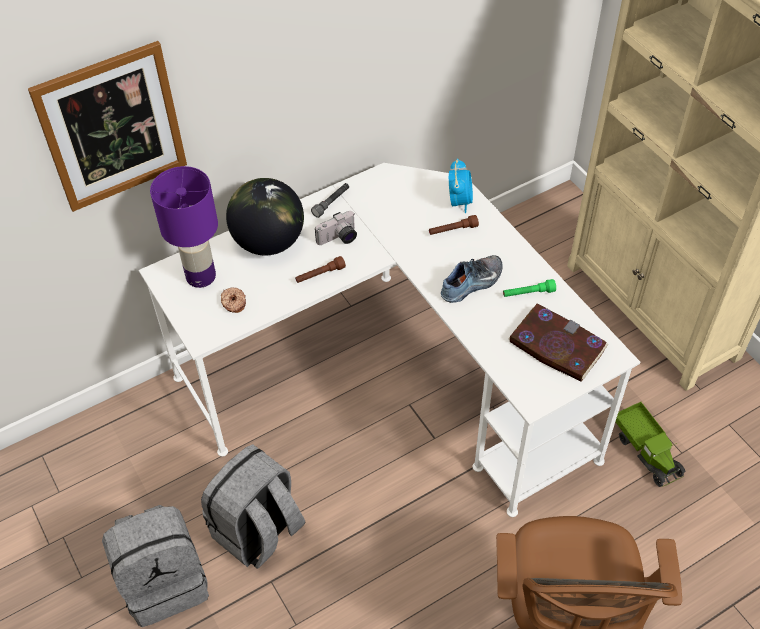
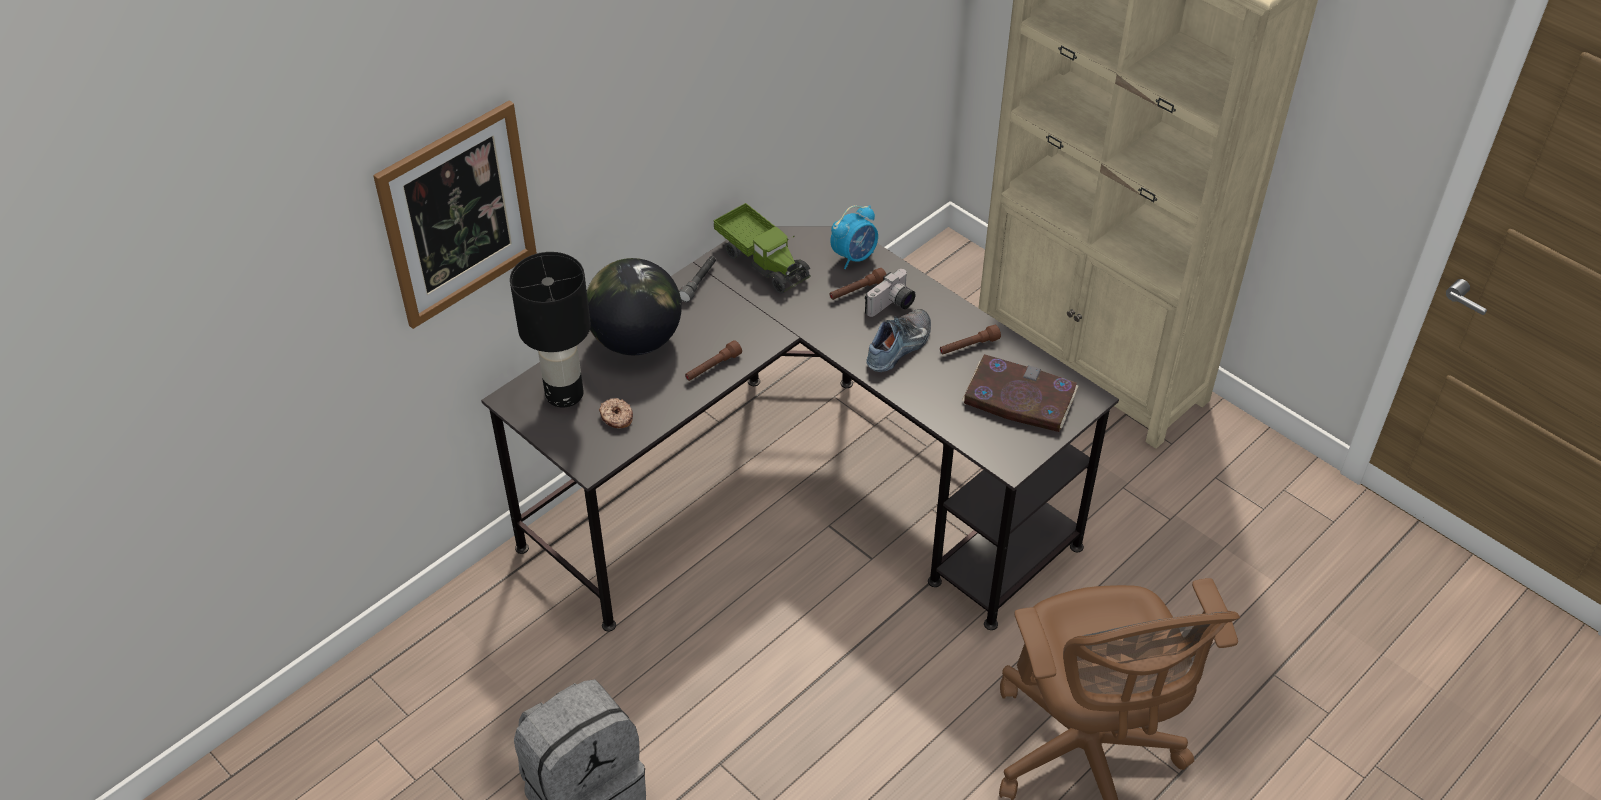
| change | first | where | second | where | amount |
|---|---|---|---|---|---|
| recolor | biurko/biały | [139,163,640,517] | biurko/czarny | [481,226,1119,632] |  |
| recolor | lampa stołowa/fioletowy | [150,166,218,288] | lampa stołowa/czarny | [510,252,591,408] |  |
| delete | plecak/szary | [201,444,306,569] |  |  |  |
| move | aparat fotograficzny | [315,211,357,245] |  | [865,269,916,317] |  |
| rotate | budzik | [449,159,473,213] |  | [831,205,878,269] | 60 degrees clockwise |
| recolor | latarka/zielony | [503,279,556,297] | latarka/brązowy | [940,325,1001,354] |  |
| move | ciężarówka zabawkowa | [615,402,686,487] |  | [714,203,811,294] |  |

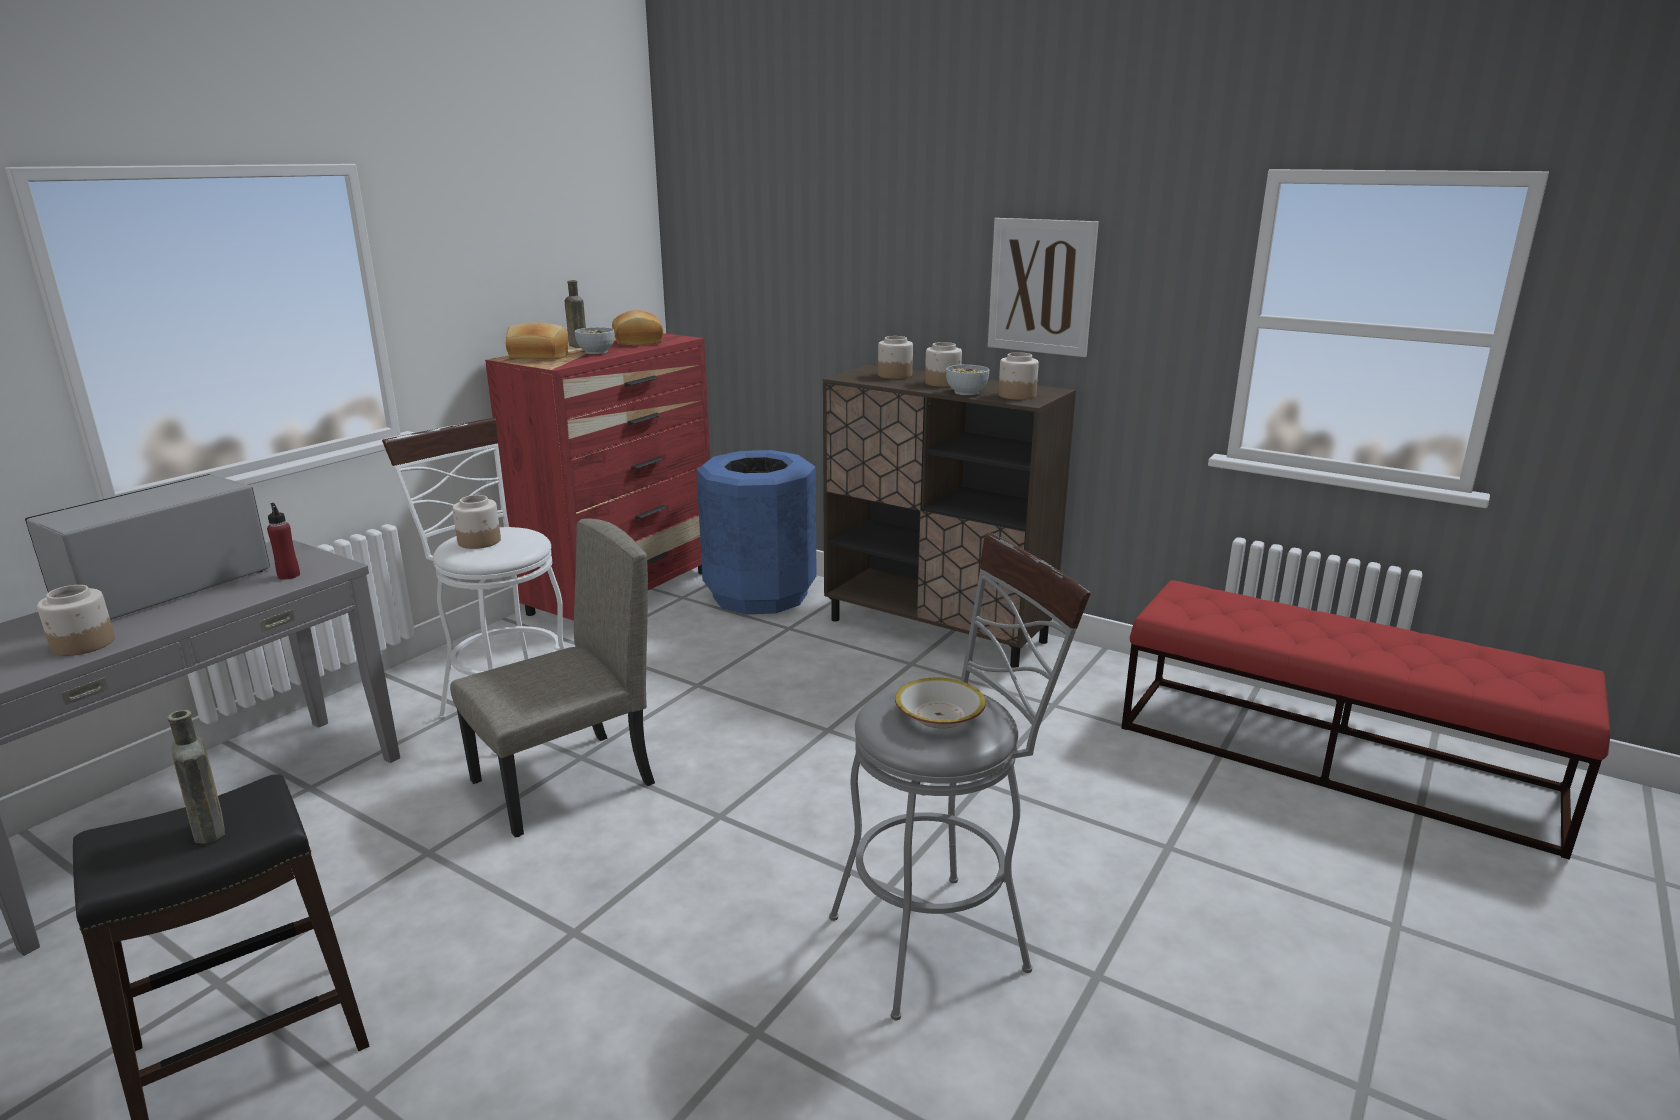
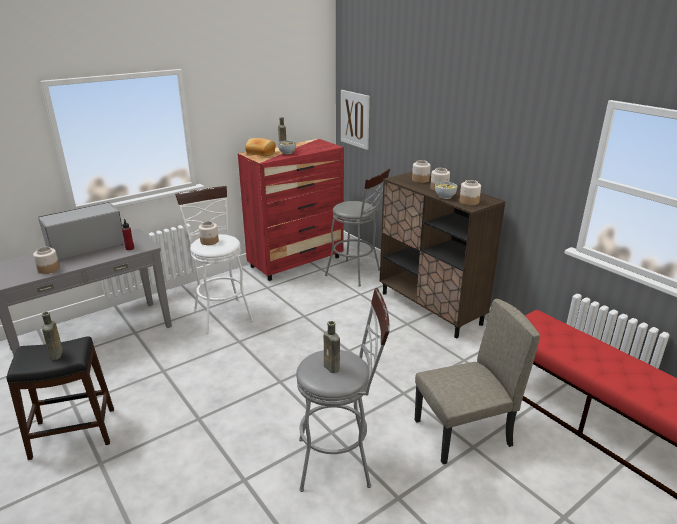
| change | first | where | second | where | amount |
|---|---|---|---|---|---|
| move | krzesło/beżowy | [450,518,655,838] |  | [415,299,540,464] |  |
| delete | chleb | [612,309,663,346] |  |  |  |
| replace | kosz na śmieci/niebieski | [697,450,817,615] | stołek/szary | [325,168,391,287] |  |
| replace | miska | [895,677,986,728] | butelka/brązowy | [324,321,340,373] |  |
| move | obraz | [988,218,1099,357] |  | [341,90,370,150] |  |

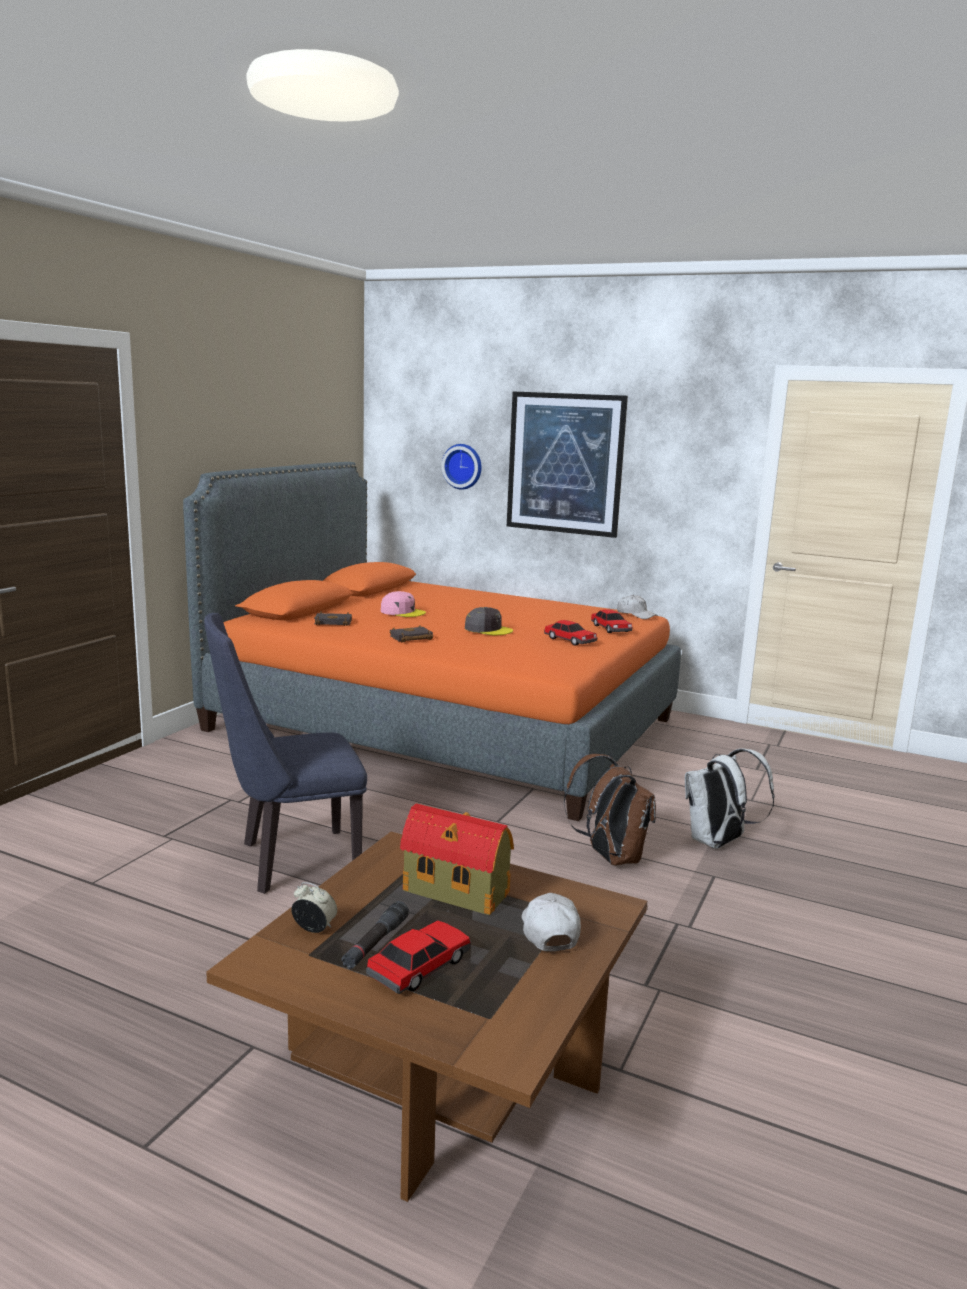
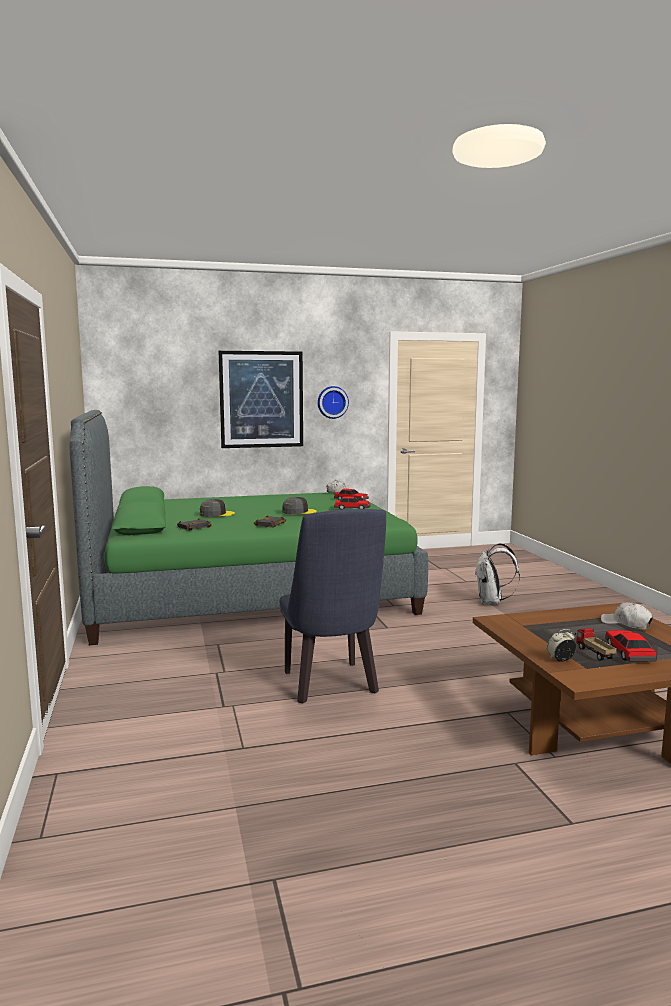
| change | first | where | second | where | amount |
|---|---|---|---|---|---|
| recolor | łóżko/pomarańczowy | [183,462,681,821] | łóżko/zielony | [69,410,428,645] |  |
| rotate | krzesło/niebieski | [204,613,367,894] |  | [280,509,386,703] | 45 degrees counterclockwise |
| replace | latarka/czarny | [341,901,409,969] | ciężarówka zabawkowa | [575,628,617,660] |  |
| recolor | czapka z daszkiem/różowy | [381,591,426,617] | czapka z daszkiem/szary | [200,499,235,517] |  |
| delete | domek | [400,803,514,915] |  |  |  |
| move | zegar ścienny | [442,444,482,490] |  | [318,386,349,419] |  |
| delete | plecak/brązowy | [564,754,656,865] |  |  |  |

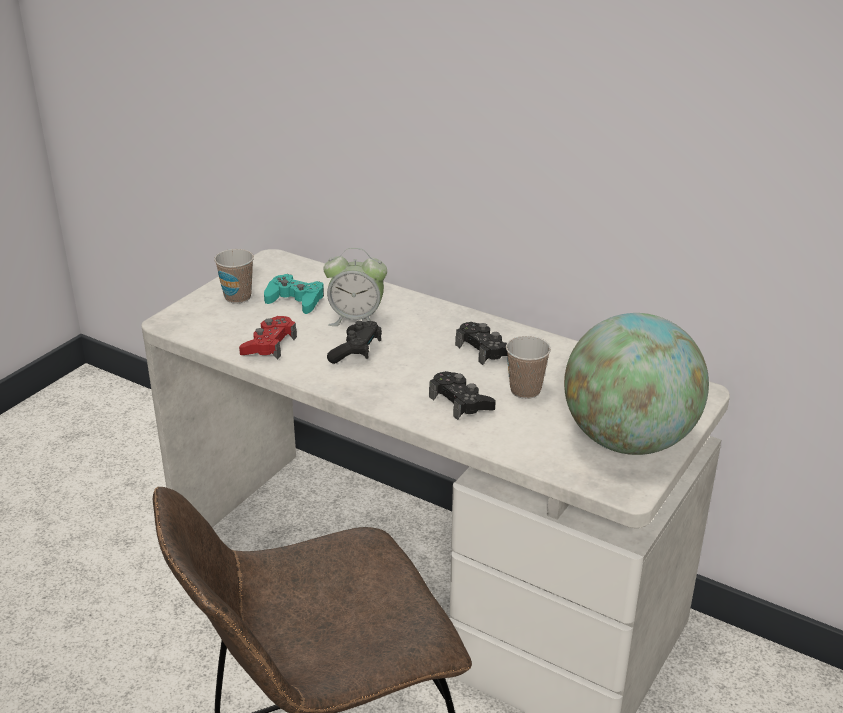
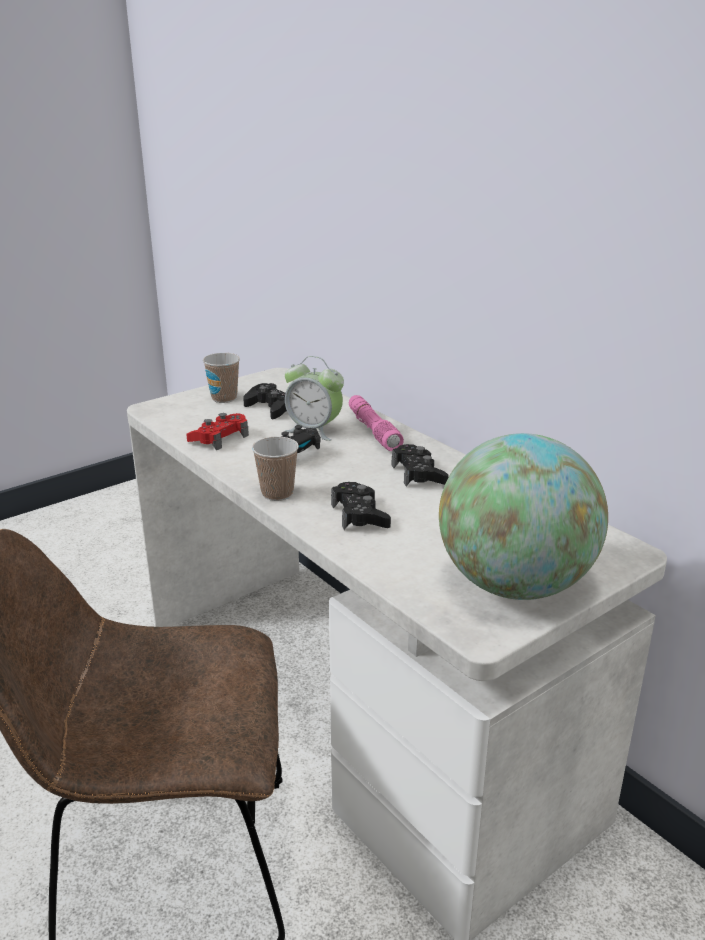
| change | first | where | second | where | amount |
|---|---|---|---|---|---|
| recolor | pad do gier/turkusowy | [264,274,324,314] | pad do gier/czarny | [243,383,287,419] |  |
| move | filiżanka | [506,336,551,399] |  | [252,437,299,501] |  |
| insert |  |  | latarka/różowy | [349,395,404,451] |  |

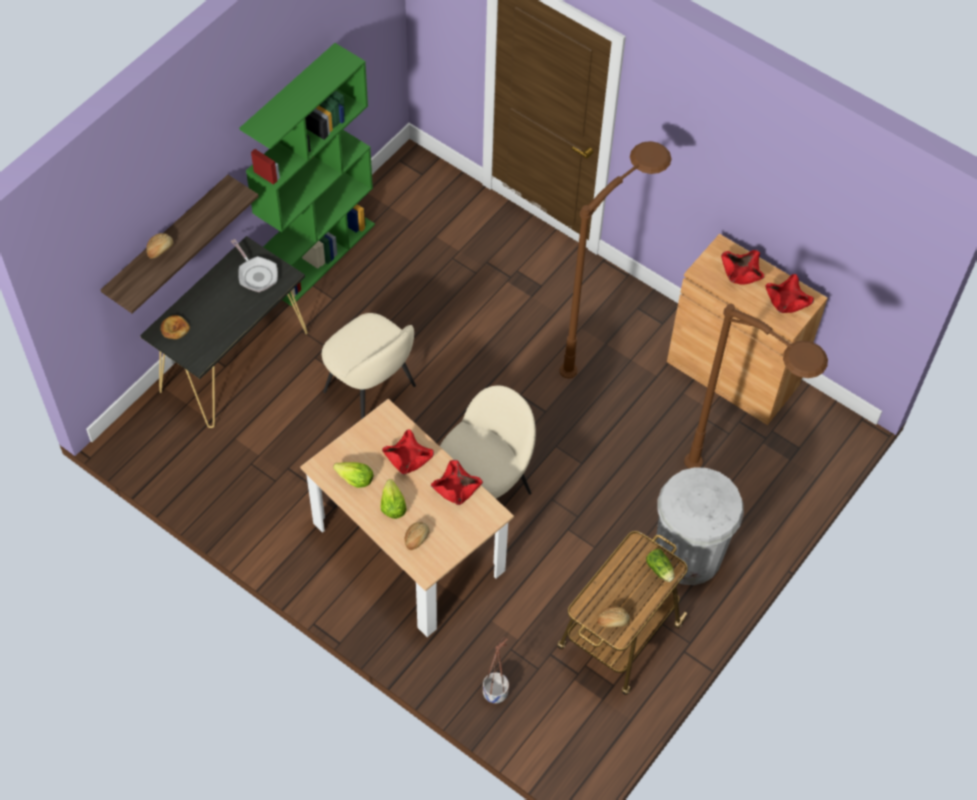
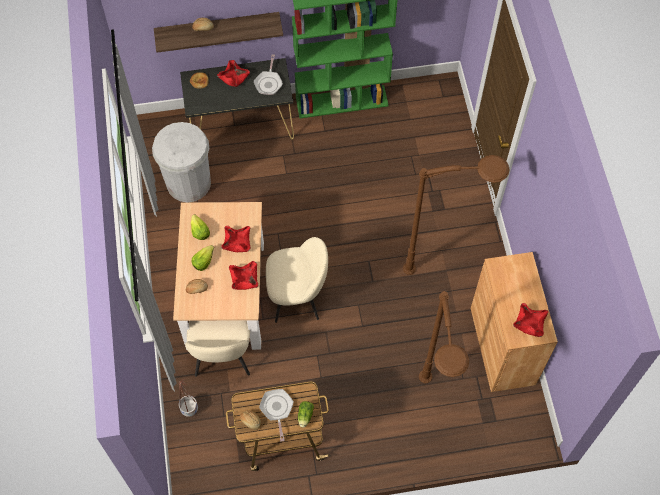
| change | first | where | second | where | amount |
|---|---|---|---|---|---|
| move | krzesło/beżowy | [322,313,416,419] |  | [185,320,250,377] |  |
| move | kosz na śmieci/biały | [656,467,744,585] |  | [152,122,211,202] |  |
| move | miska/czerwony | [721,250,765,285] |  | [217,60,250,87] |  |
| insert |  |  | patelnia | [259,389,294,442] |  |

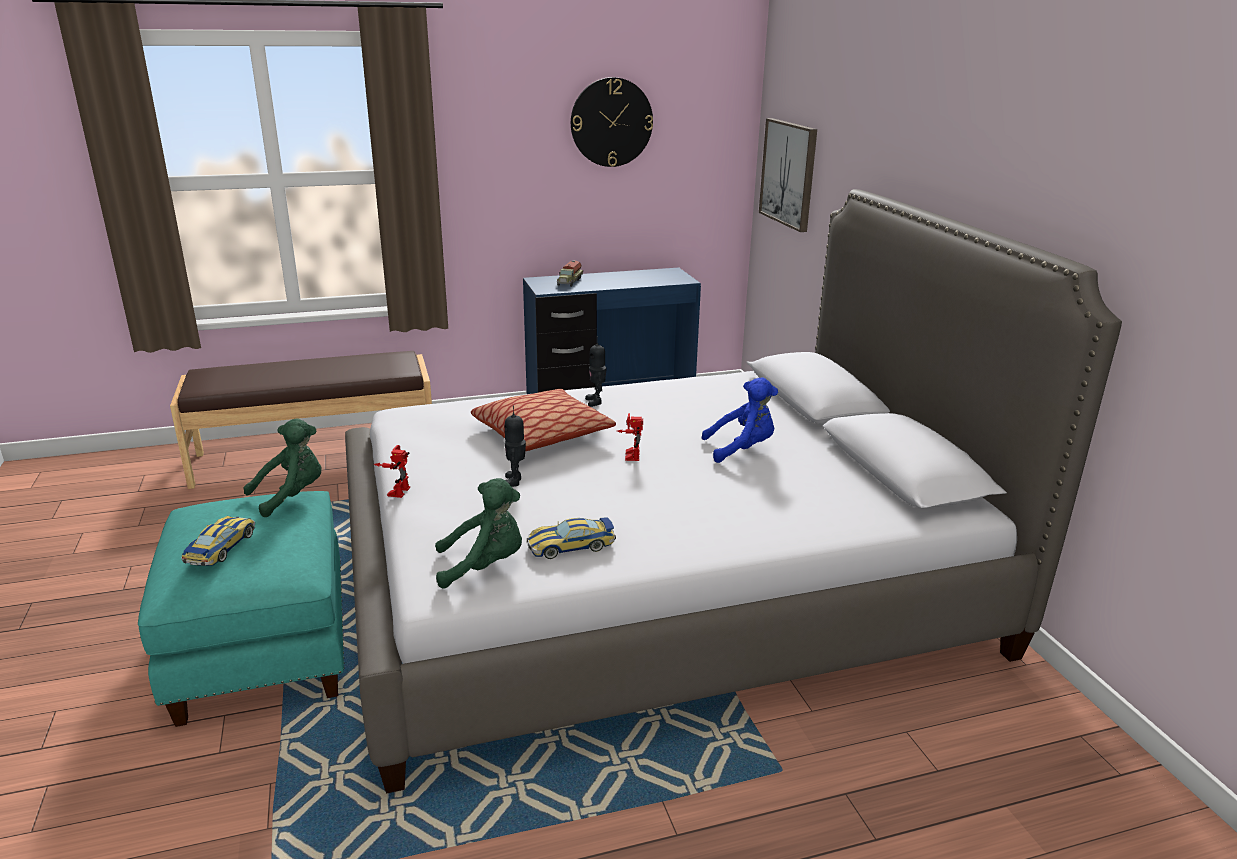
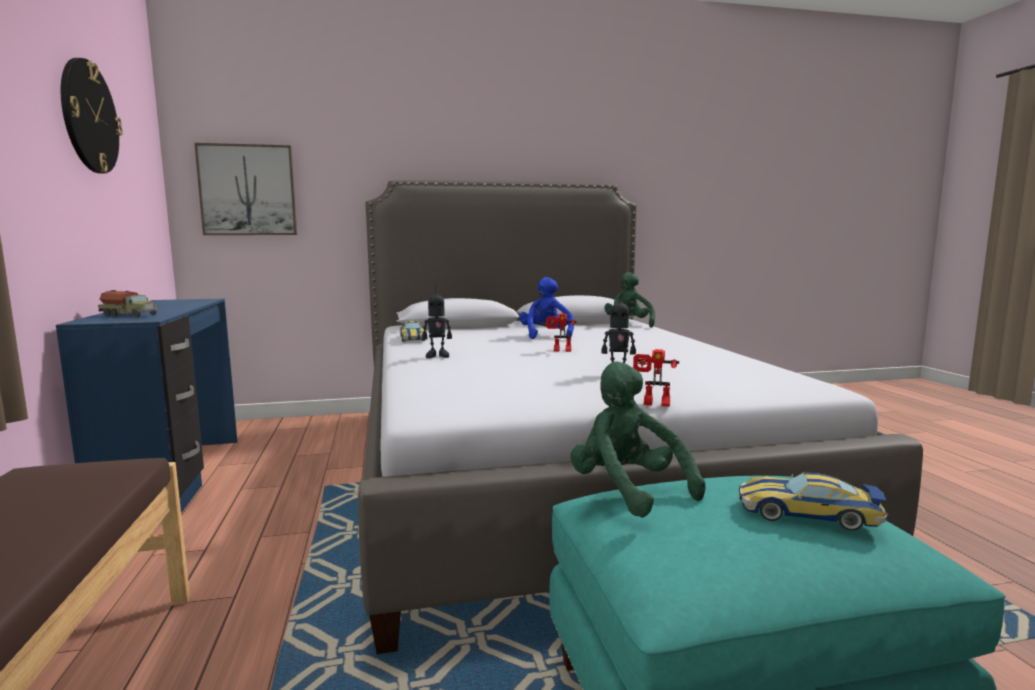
| change | first | where | second | where | amount |
|---|---|---|---|---|---|
| move | pluszak/zielony | [435,478,522,589] |  | [604,272,655,328] |  |
| delete | poduszka | [471,389,616,451] |  |  |  |
| move | samochodzik | [527,517,616,559] |  | [400,321,425,342] |  |

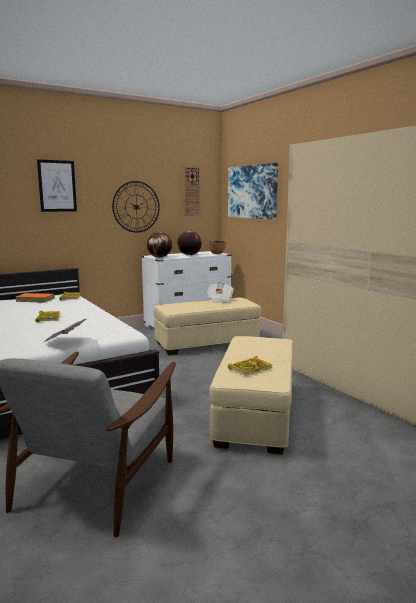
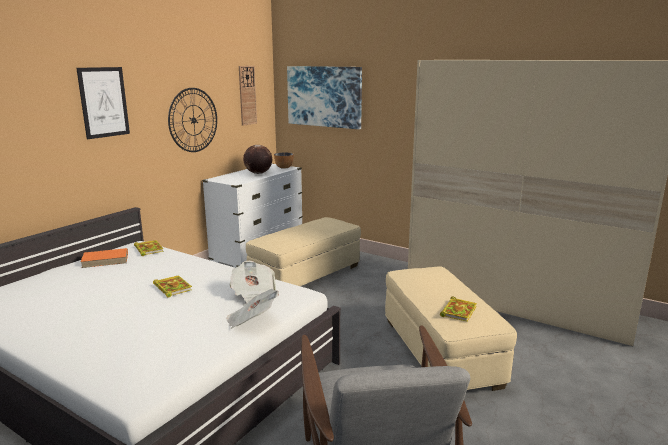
| change | first | where | second | where | amount |
|---|---|---|---|---|---|
| delete | globus | [147,232,172,258] |  |  |  |
| move | gazeta | [206,282,234,303] |  | [229,261,276,303] |  |

